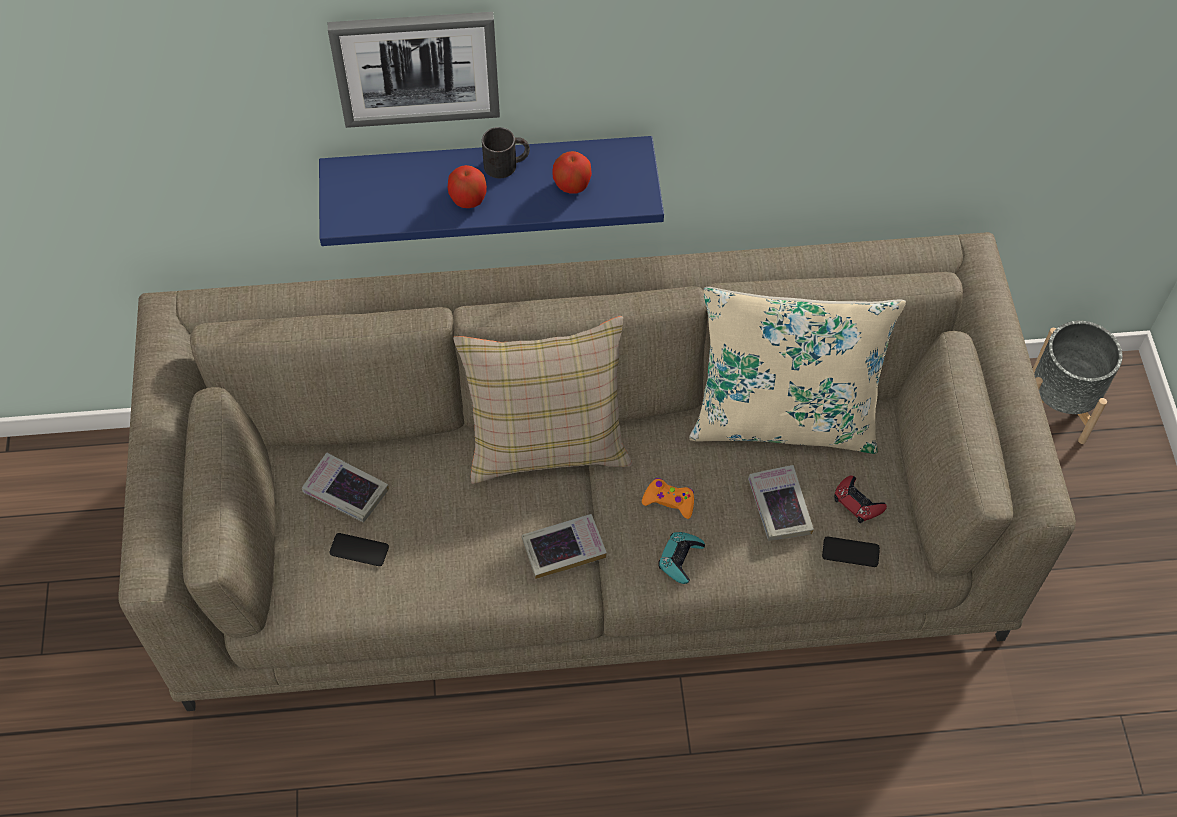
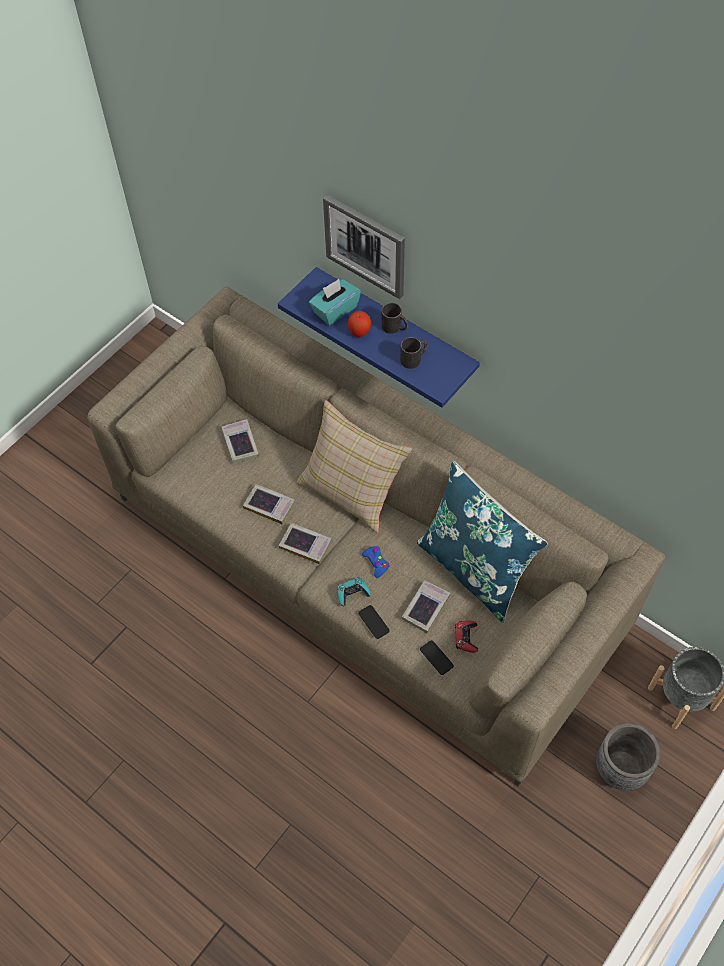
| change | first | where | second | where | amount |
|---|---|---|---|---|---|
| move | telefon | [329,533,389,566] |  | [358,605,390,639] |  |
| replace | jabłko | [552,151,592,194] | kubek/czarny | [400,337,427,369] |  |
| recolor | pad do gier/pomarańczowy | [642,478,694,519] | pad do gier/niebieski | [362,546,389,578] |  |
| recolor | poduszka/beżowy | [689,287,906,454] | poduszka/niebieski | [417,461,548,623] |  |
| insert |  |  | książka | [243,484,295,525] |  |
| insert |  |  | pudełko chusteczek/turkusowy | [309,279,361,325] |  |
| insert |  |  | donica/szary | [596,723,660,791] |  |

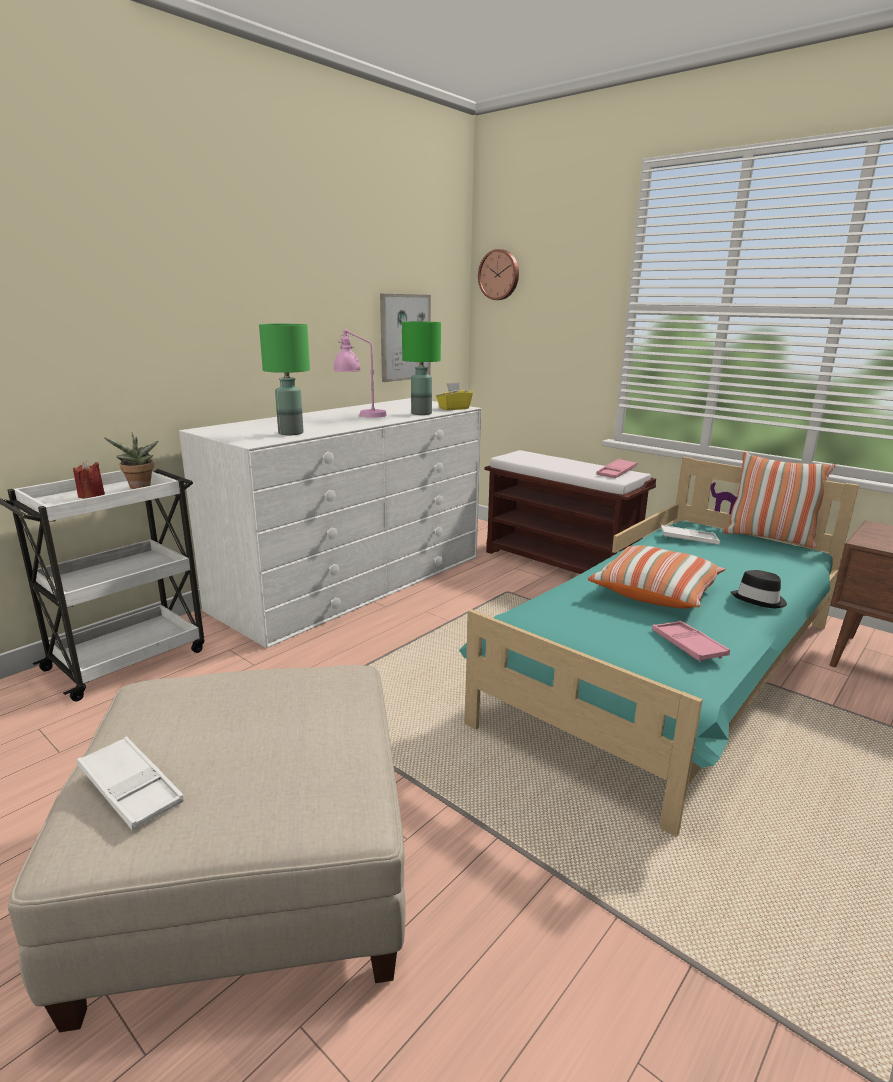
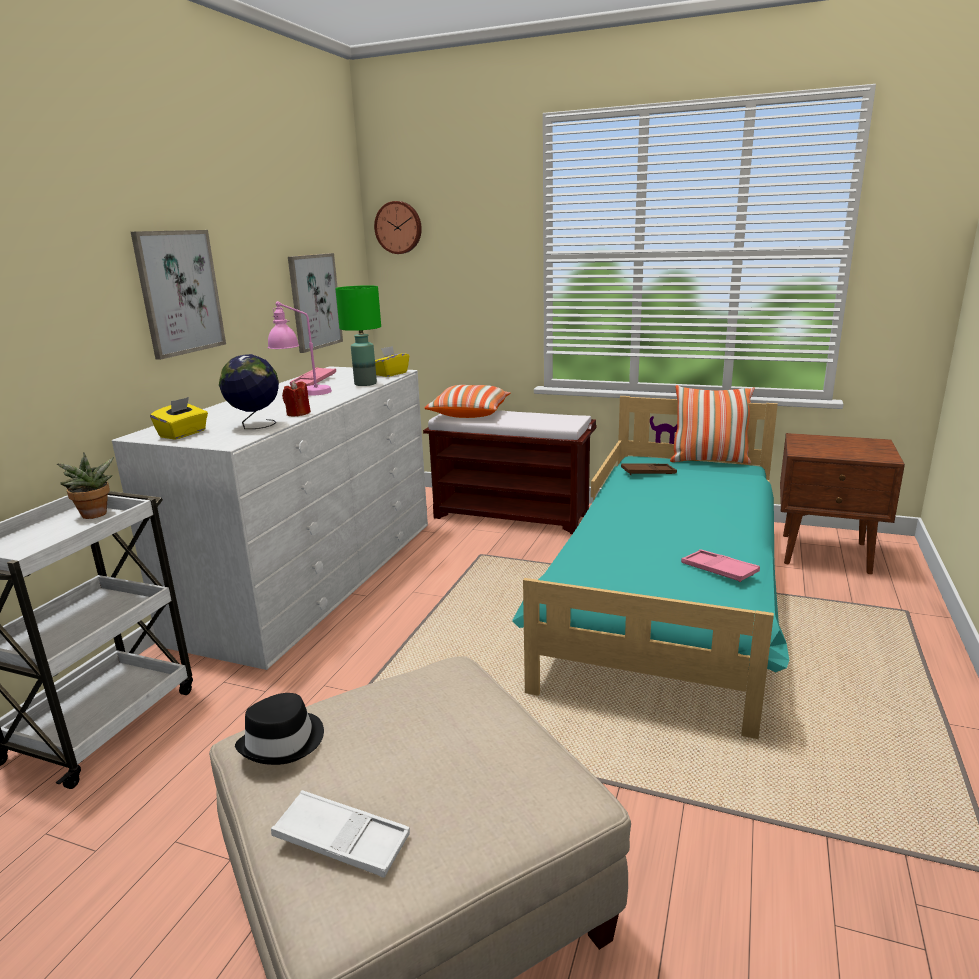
| change | first | where | second | where | amount |
|---|---|---|---|---|---|
| move | świeca/czerwony | [73,460,105,499] |  | [282,381,311,416] |  |
| replace | lampa stołowa/zielony | [259,324,310,435] | globus | [219,354,279,429] |  |
| move | poduszka | [588,545,725,609] |  | [425,385,511,418] |  |
| move | taca/różowy | [596,459,637,478] |  | [290,367,336,386] |  |
| recolor | taca/biały | [661,525,720,544] | taca/brązowy | [621,463,677,475] |  |
| move | kapelusz/czarny | [731,570,787,608] |  | [235,693,324,765] |  |
| insert |  |  | obraz | [131,230,226,360] |  |
| insert |  |  | pudełko chusteczek/żółty | [150,397,208,439] |  |

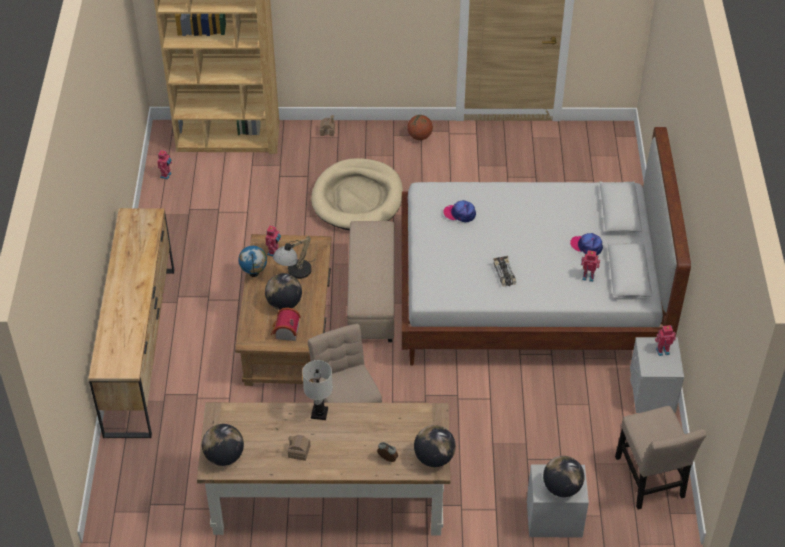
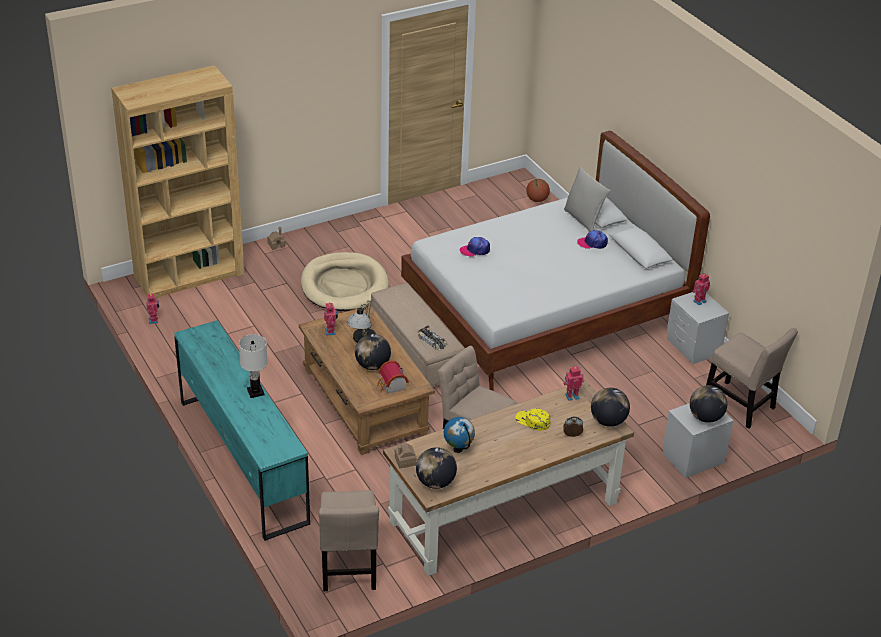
| change | first | where | second | where | amount |
|---|---|---|---|---|---|
| recolor | komoda/brązowy | [88,208,174,438] | komoda/turkusowy | [174,320,310,541] |  |
| move | globus | [238,246,267,277] |  | [444,417,475,453] |  |
| move | domek | [288,435,310,461] |  | [395,443,417,468] |  |
| move | lampa stołowa/biały | [302,360,333,420] |  | [239,334,268,398] |  |
| move | piłka do koszykówki | [407,115,433,140] |  | [526,179,550,202] |  |
| move | samochodzik | [493,256,516,287] |  | [418,326,448,351] |  |
| move | robot zabawkowy | [581,250,600,282] |  | [563,366,584,401] |  |
| insert |  |  | krzesło/beżowy | [319,490,379,591] |  |
| insert |  |  | czapka z daszkiem/żółty | [515,408,550,431] |  |
| insert |  |  | poduszka/szary | [564,166,611,232] |  |

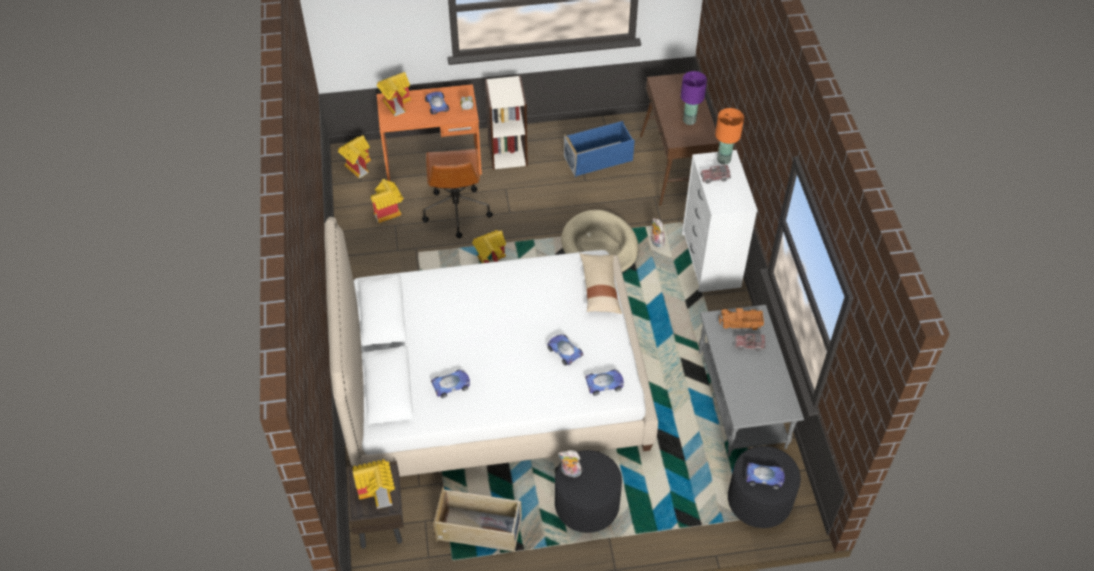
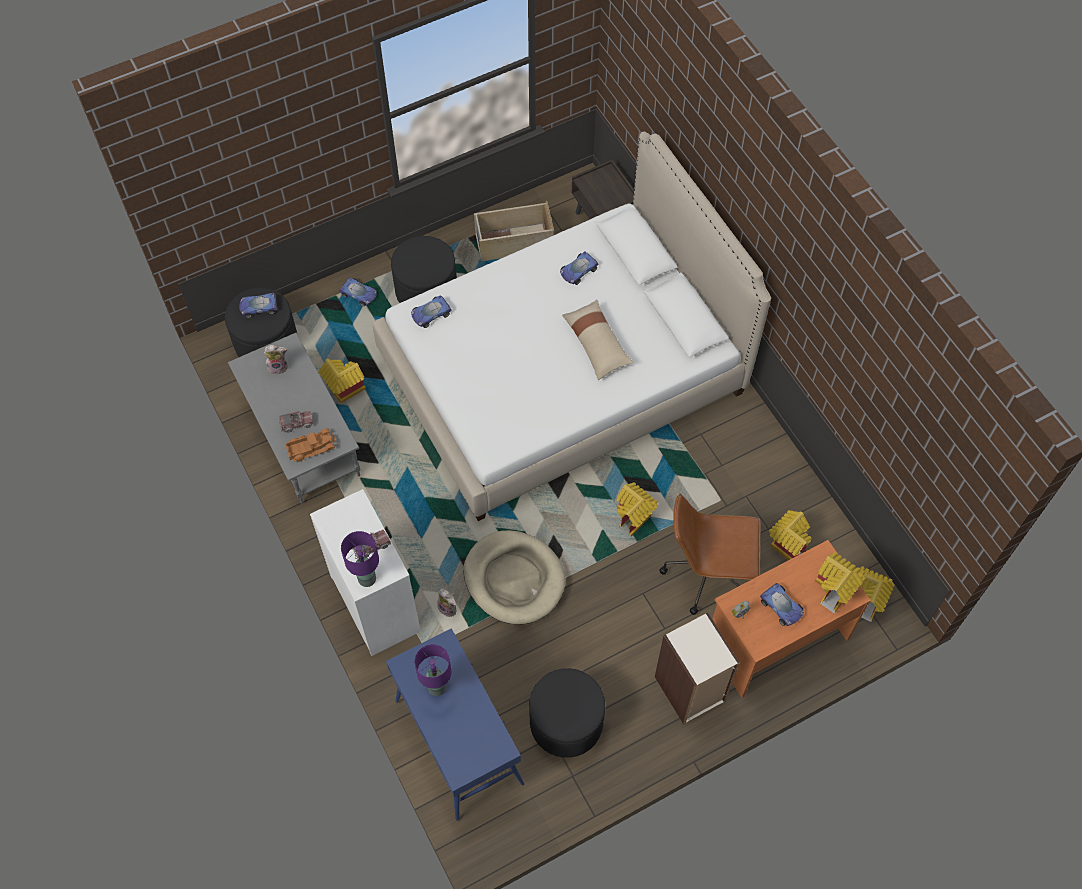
| change | first | where | second | where | amount |
|---|---|---|---|---|---|
| move | domek | [352,459,395,509] |  | [318,359,366,403] |  |
| rotate | krzesło biurowe/brązowy | [422,149,493,238] |  | [659,494,761,615] | 60 degrees counterclockwise |
| move | samochodzik | [547,334,583,366] |  | [340,277,377,307] |  |
| move | pluszak | [558,450,583,478] |  | [264,345,288,375] |  |
| replace | pojemnik do przechowywania/niebieski | [564,121,635,178] | pufa/czarny | [529,668,605,758] |  |
| move | poduszka/beżowy | [580,253,622,314] |  | [562,299,633,380] |  |
| recolor | stolik konsolowy/brązowy | [640,73,720,206] | stolik konsolowy/niebieski | [386,628,524,821] |  |
| recolor | lampa stołowa/pomarańczowy | [715,108,744,164] | lampa stołowa/fioletowy | [341,531,379,587] |  |

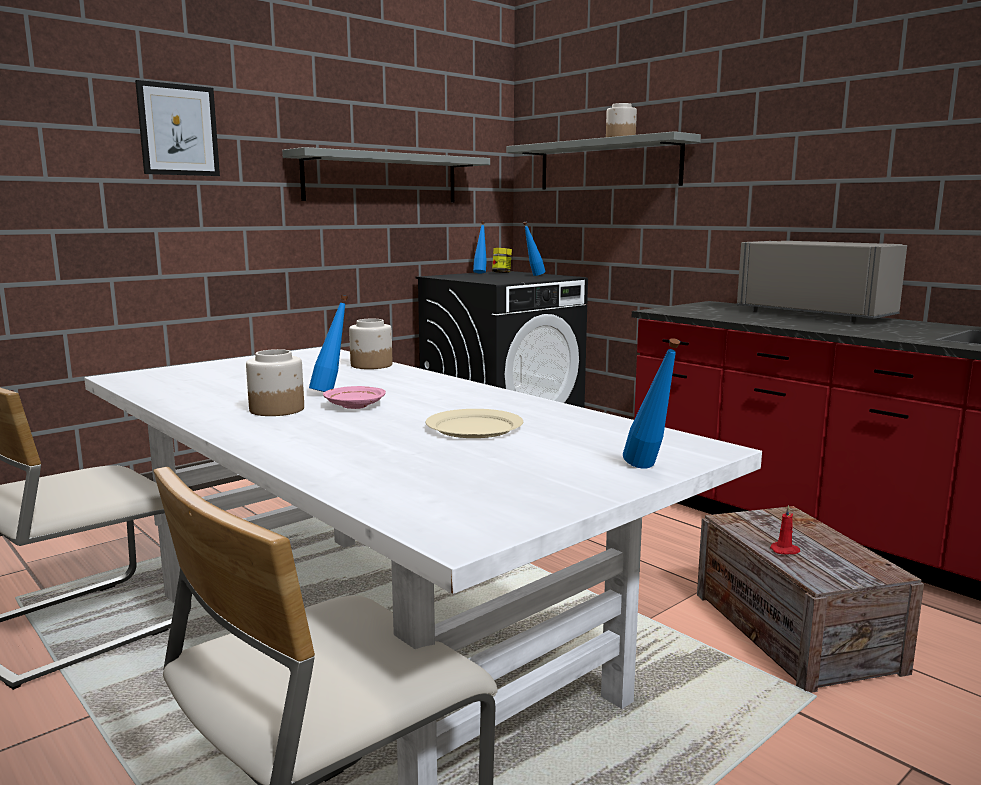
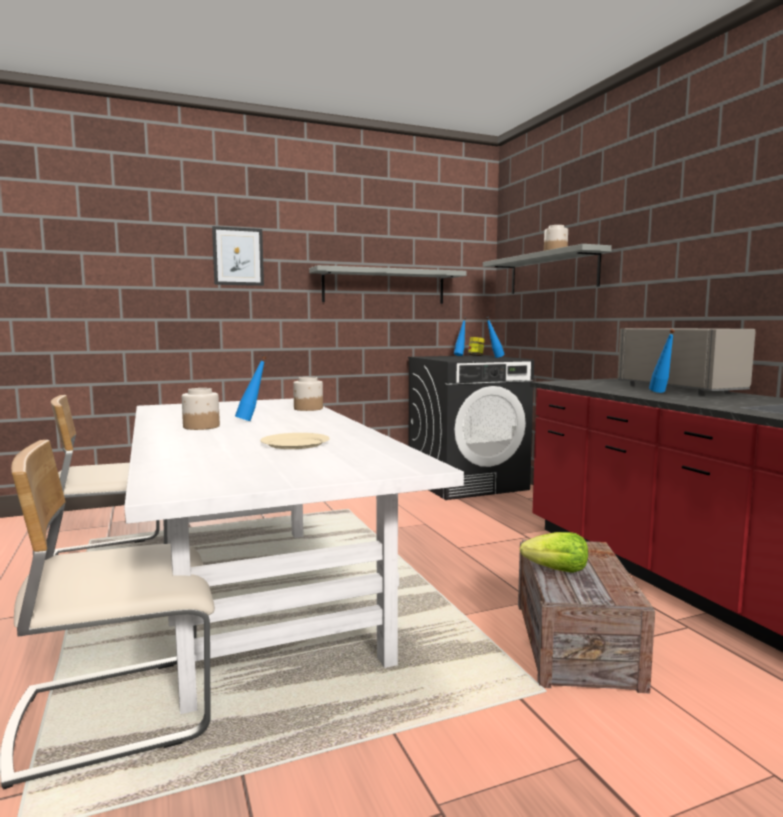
| change | first | where | second | where | amount |
|---|---|---|---|---|---|
| delete | talerz/różowy | [323,386,386,409] |  |  |  |
| move | butelka/niebieski | [623,338,680,469] |  | [649,329,675,393] |  |
| replace | świeca/czerwony | [770,505,800,555] | sałata | [520,532,588,573] |  |

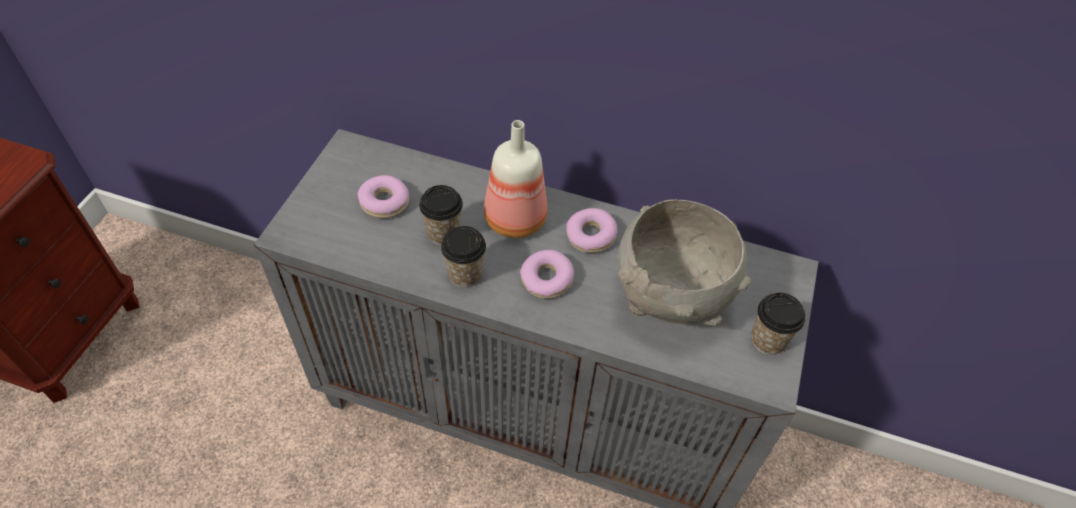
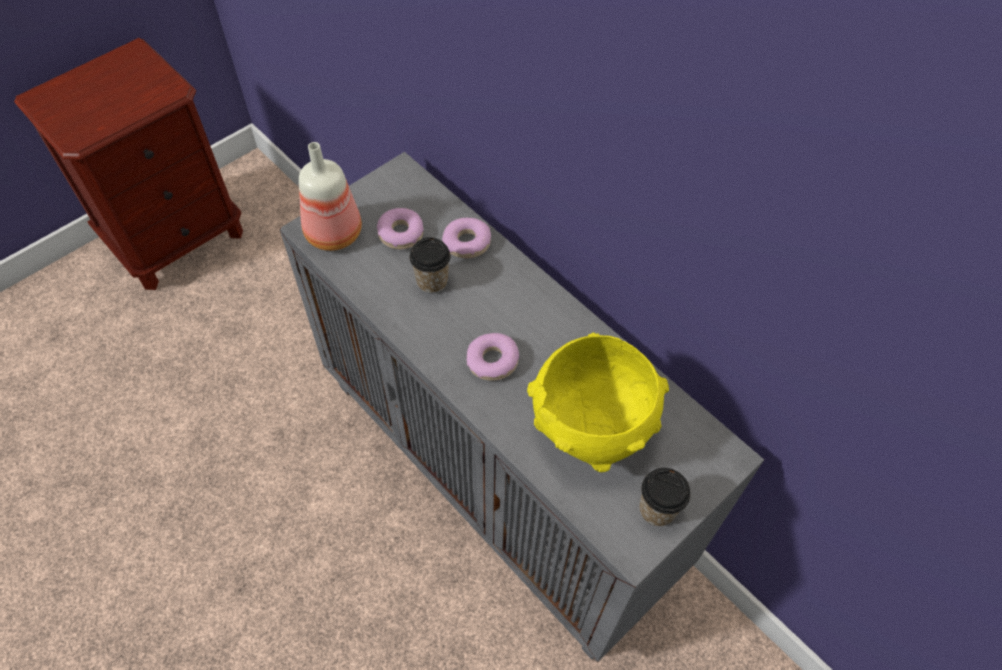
| change | first | where | second | where | amount |
|---|---|---|---|---|---|
| delete | filiżanka | [441,226,486,287] |  |  |  |
| move | butelka | [484,120,547,238] |  | [299,142,362,251] |  |
| move | donut | [566,208,617,253] |  | [442,218,491,258] |  |
| recolor | miska/szary | [617,199,751,326] | miska/żółty | [527,332,669,473] |  |

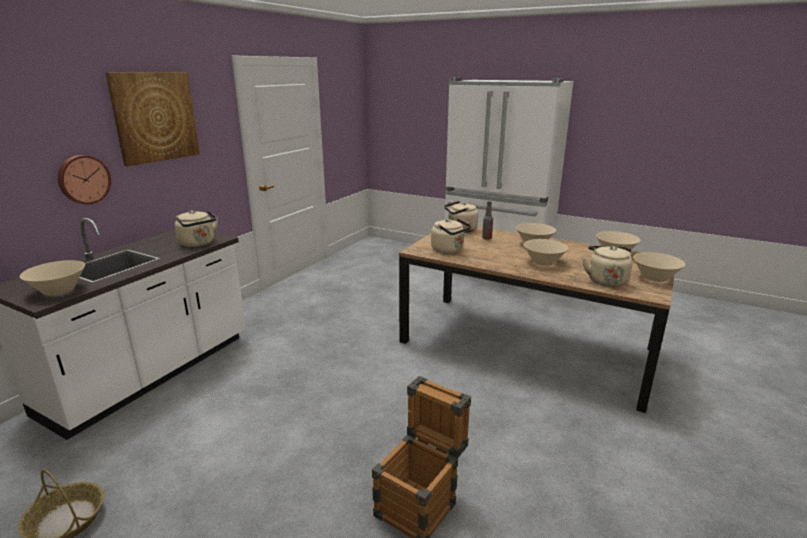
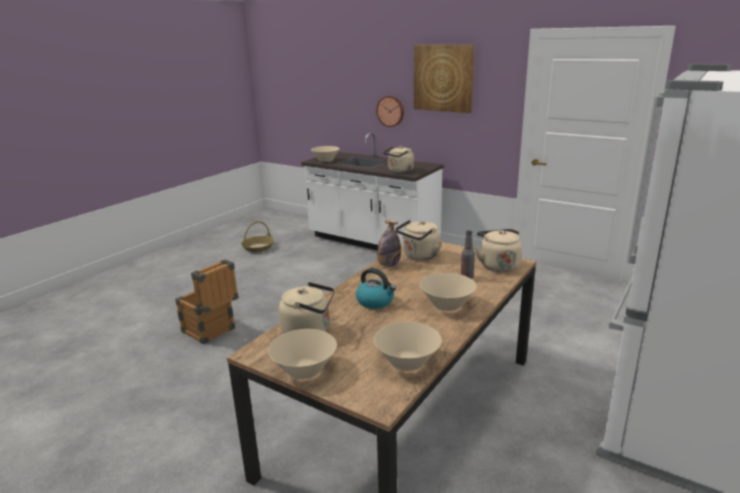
| change | first | where | second | where | amount |
|---|---|---|---|---|---|
| replace | miska/beżowy | [523,239,568,266] | czajnik | [356,268,396,309] |  |
| insert |  |  | butelka | [377,220,401,267] |  |

